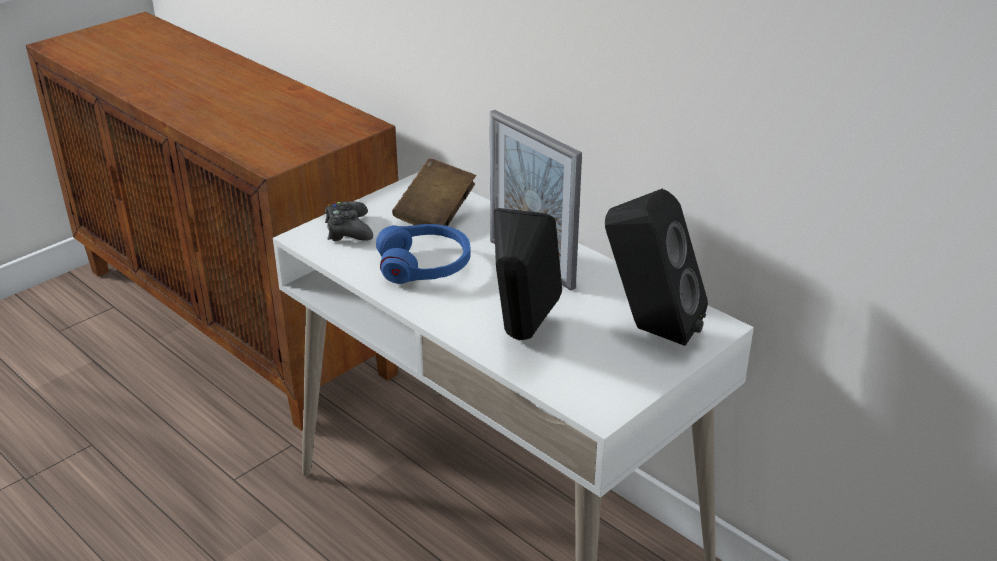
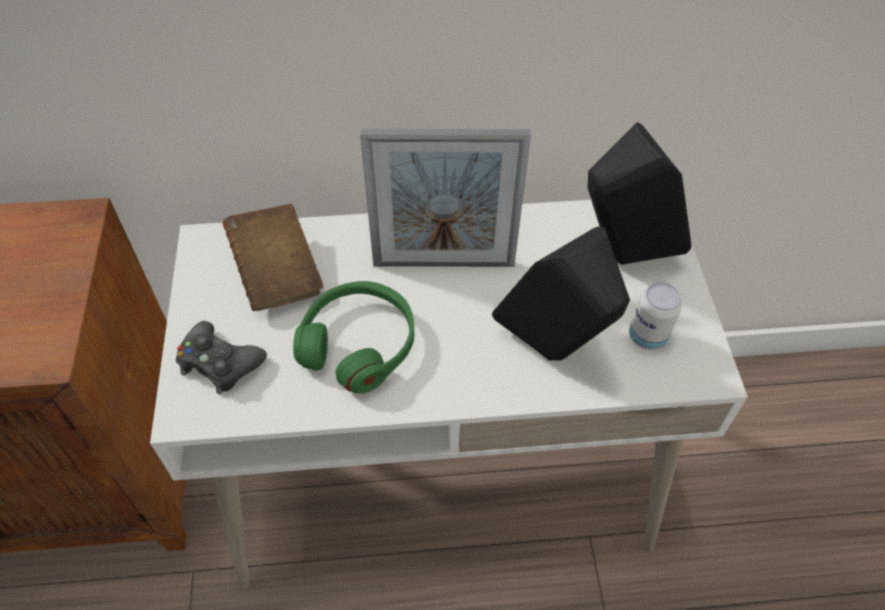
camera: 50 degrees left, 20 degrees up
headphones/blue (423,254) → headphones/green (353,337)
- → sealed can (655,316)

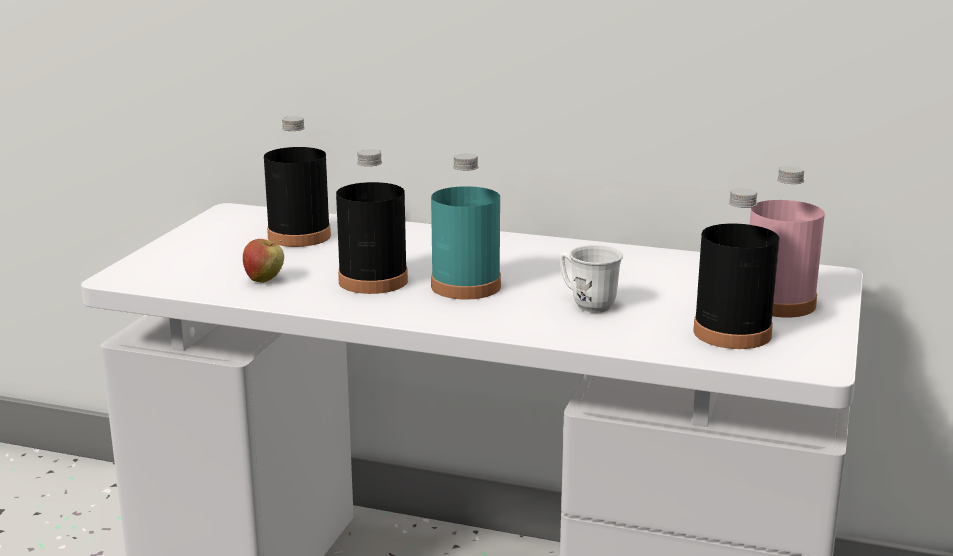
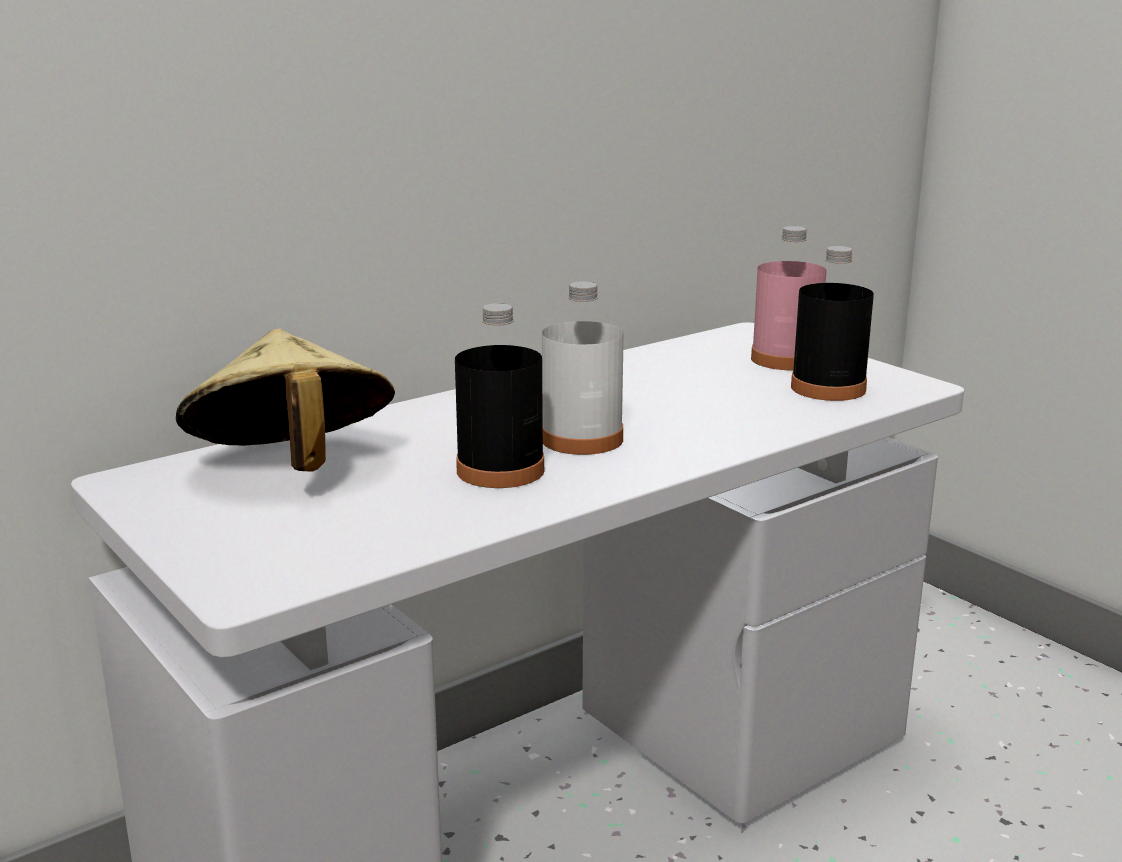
camera: 55 degrees left, 0 degrees up
apple fruit (263,261) → -
bottle/black (297,181) → hat/beige-coloured (285,400)
bottle/turquoise-coloured (466,226) → bottle/white-coloured (583,368)
mug/white-coloured (591,279) → -

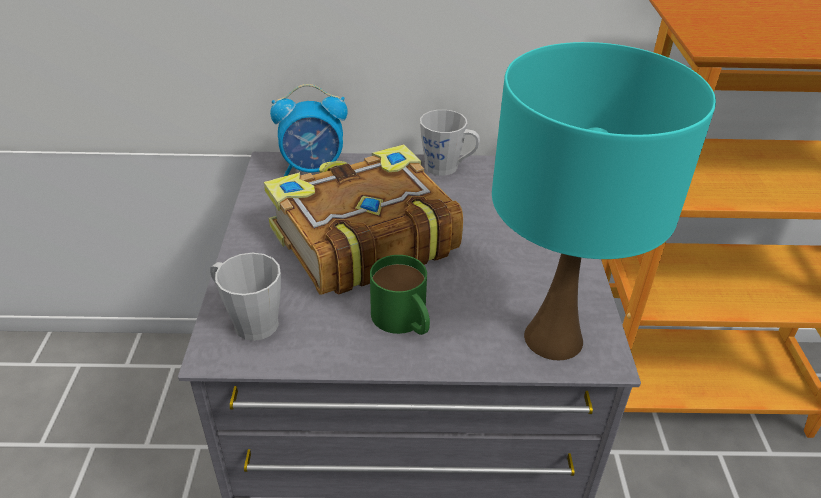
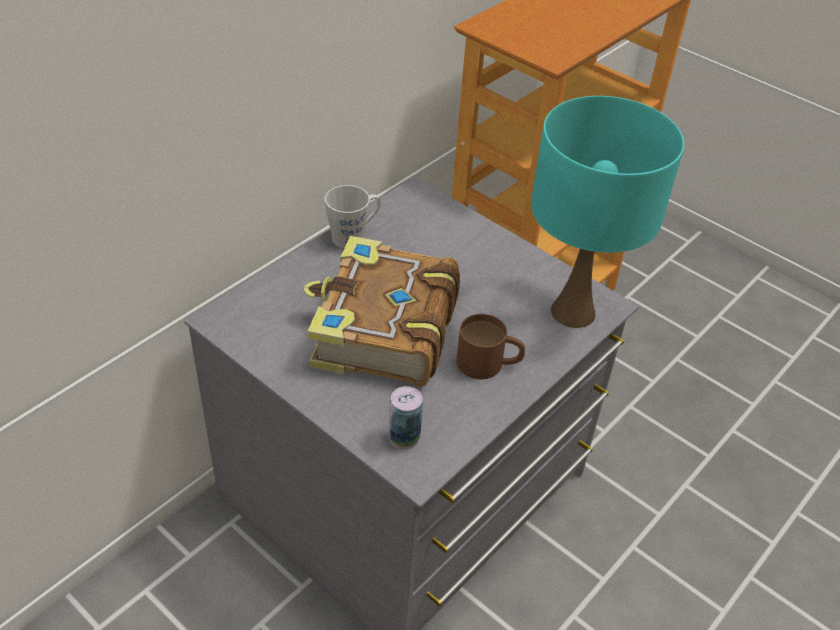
camera: 50 degrees left, 5 degrees up
mug/greyish (245,297) → sealed can (406,418)
table clock (309,130) → -
mug/green (400,295) → mug/brown-coloured (490,346)

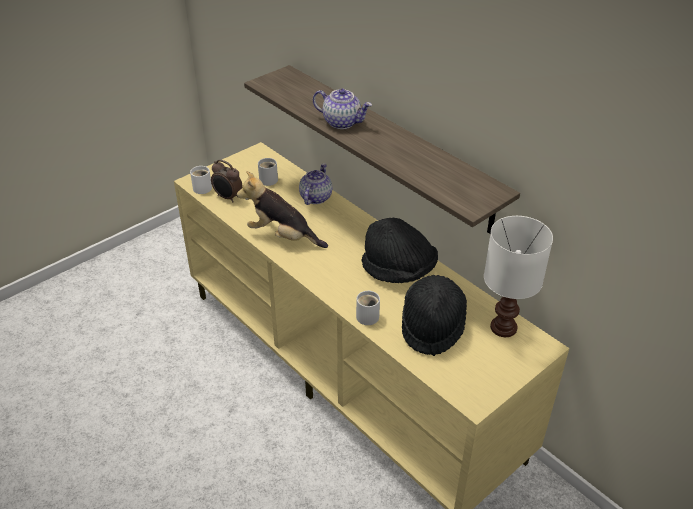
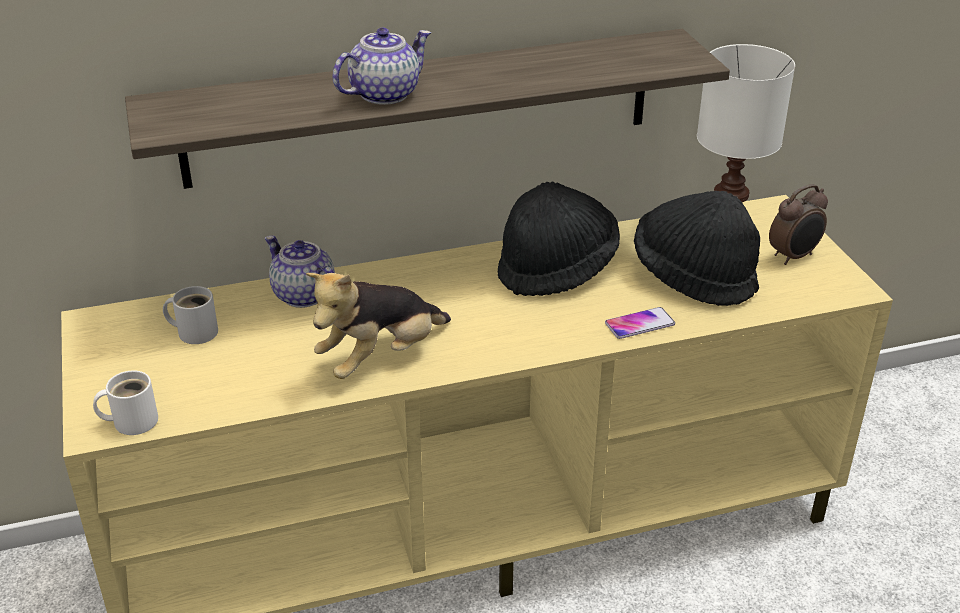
camera: 65 degrees left, 5 degrees down
table clock (227,181) → table clock (798,224), moved
mug/white-coloured (368,307) → handset (640,323)

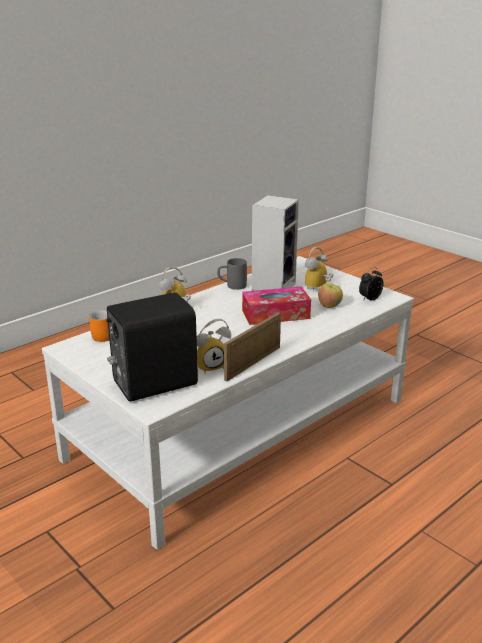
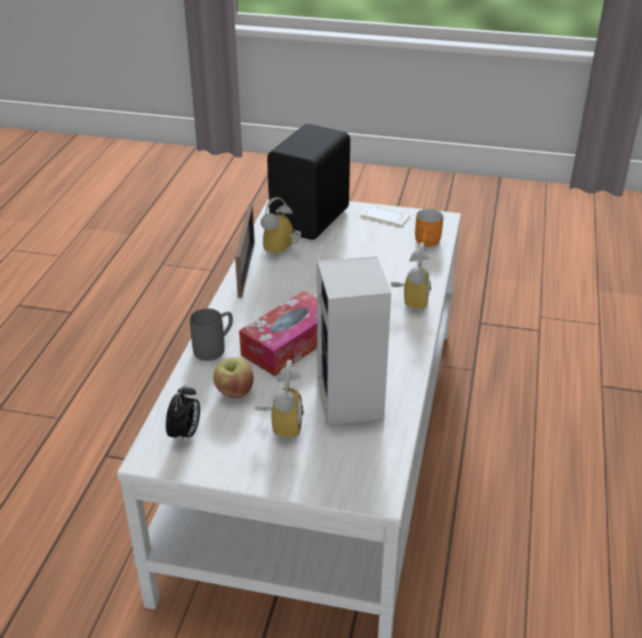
camera: 145 degrees right, 10 degrees up
mug/greyish (232,274) → mug/greyish (211,334), moved
- → handset (385,215)

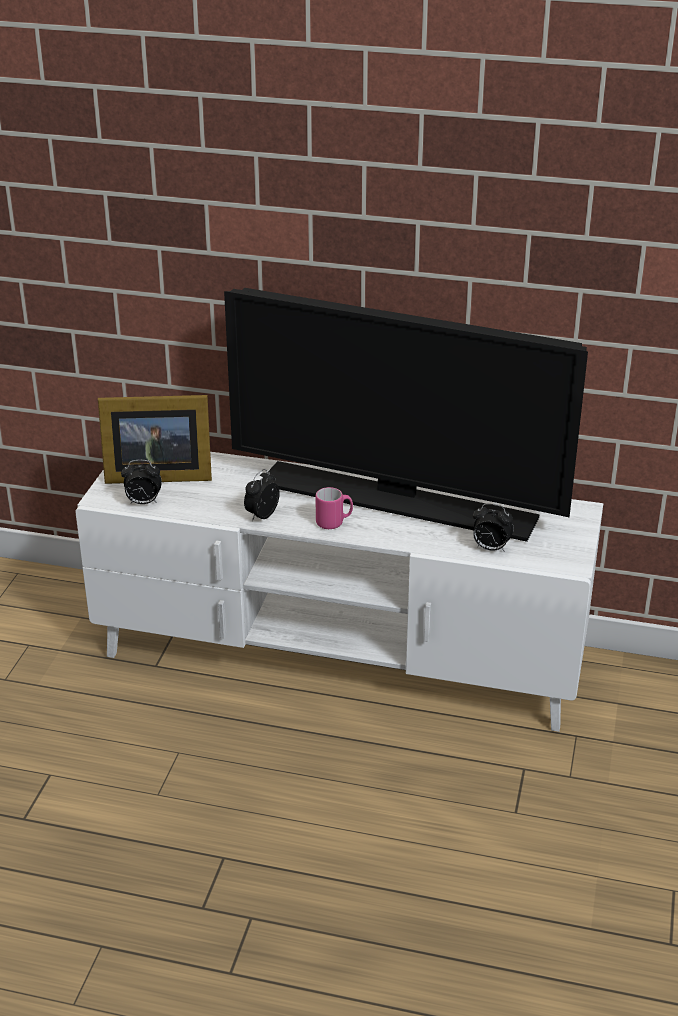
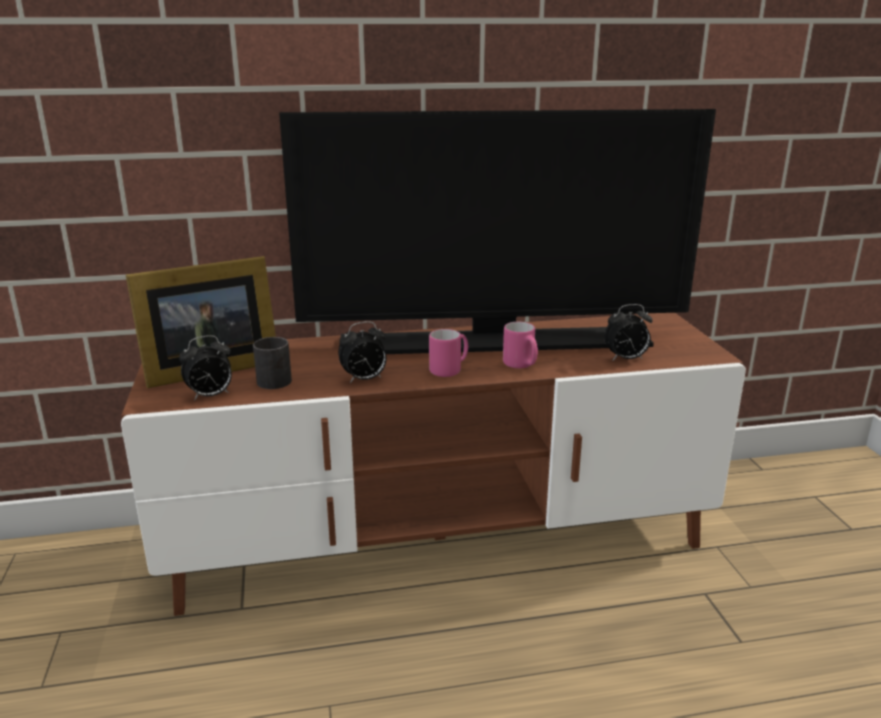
camera: 25 degrees left, 10 degrees down
tv unit/white-coloured (339,592) → tv unit/brown-coloured (433,464)
table clock (262,495) → table clock (362,352), 120 degrees counterclockwise
- → mug/black (272,363)
- → mug/pinkish (520,345)

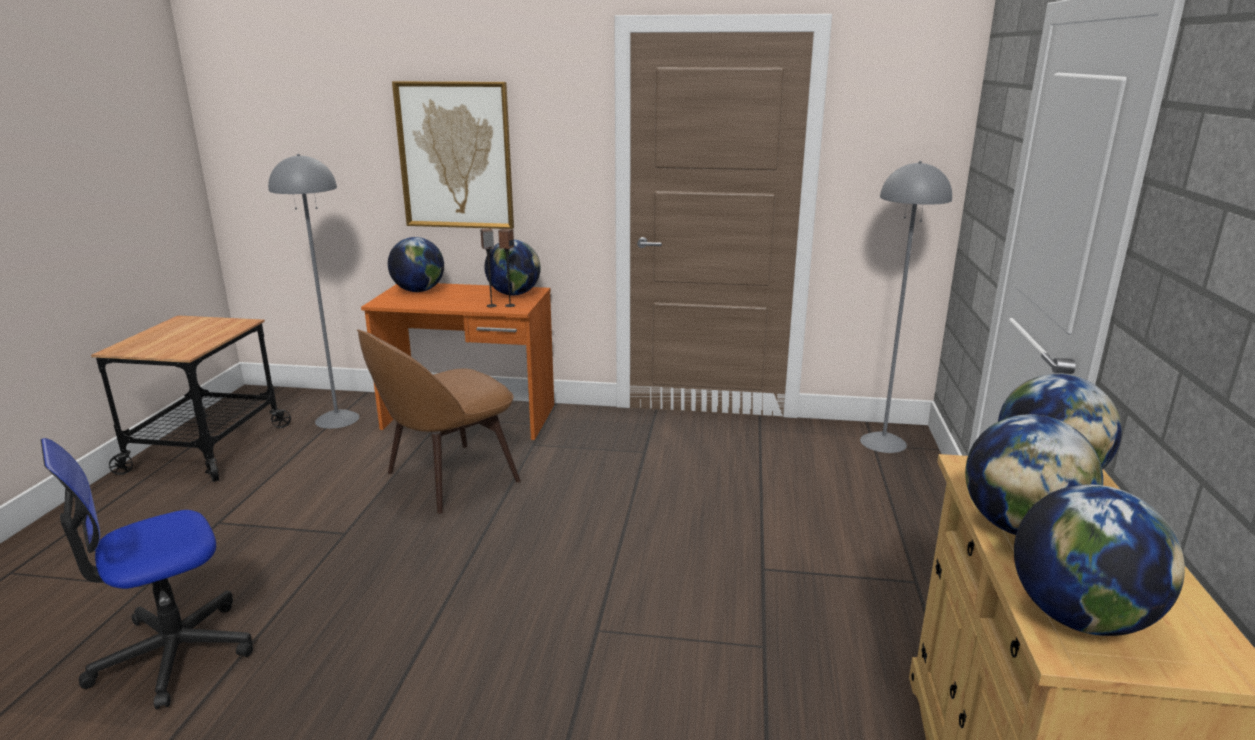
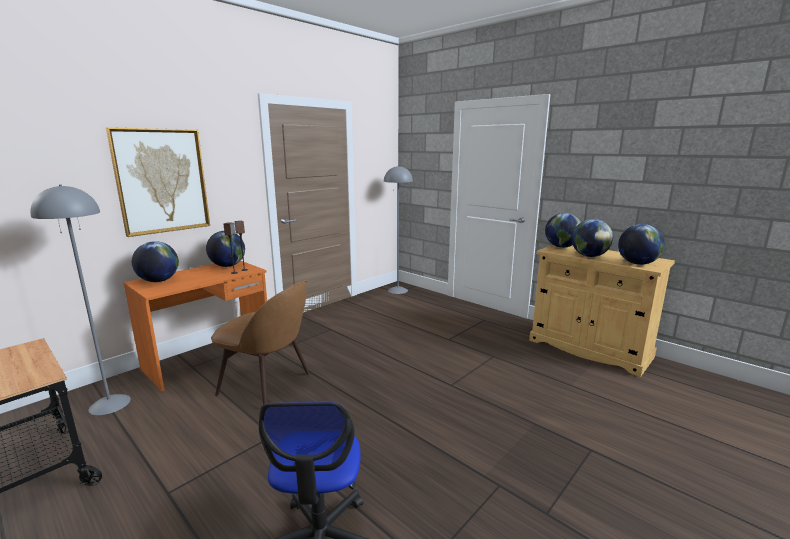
camera: 55 degrees left, 5 degrees down
upright chair/brown-coloured (438,421) → upright chair/brown-coloured (260,342), 60 degrees counterclockwise

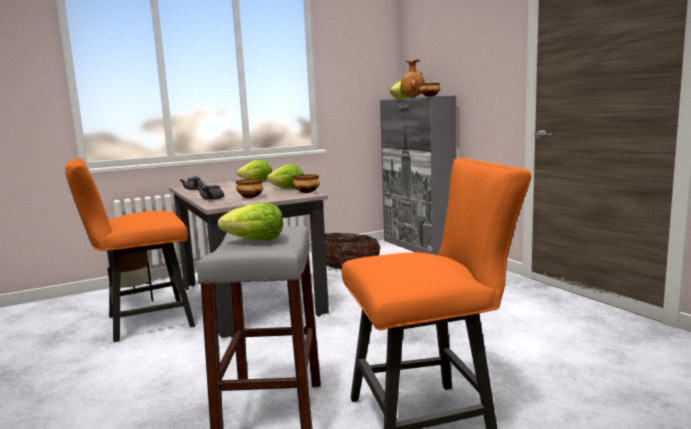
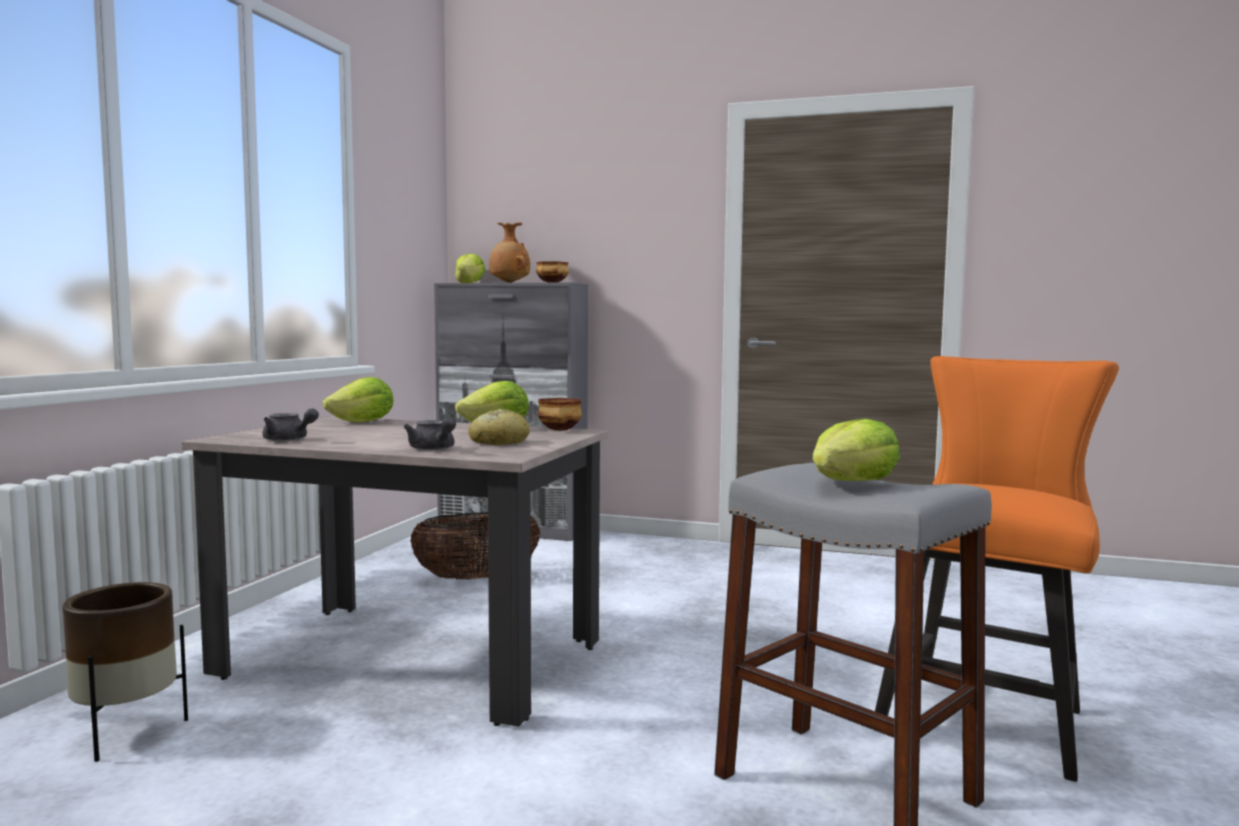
camera: 45 degrees left, 5 degrees down
upright chair/orange-coloured (130,250) → -
bowl (250,189) → baked bread (499,427)

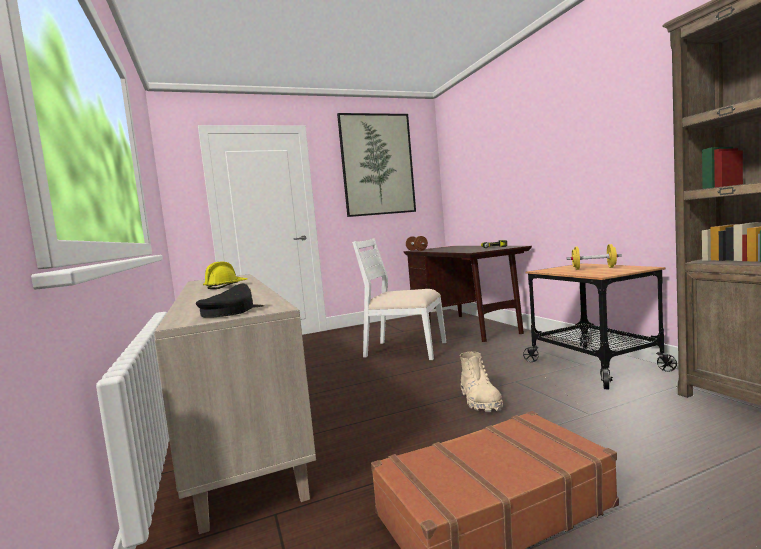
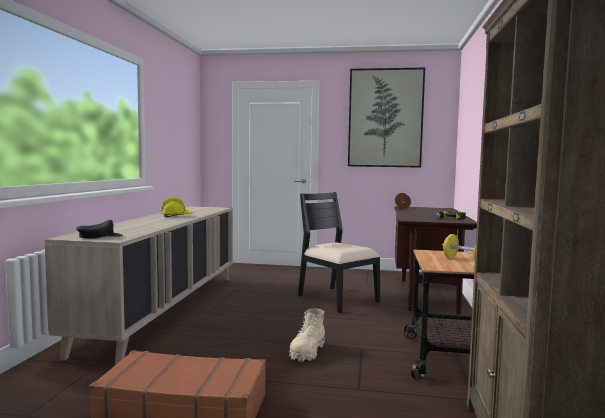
camera: 30 degrees right, 0 degrees up
upright chair/white-coloured (399,299) → upright chair/black (339,252)

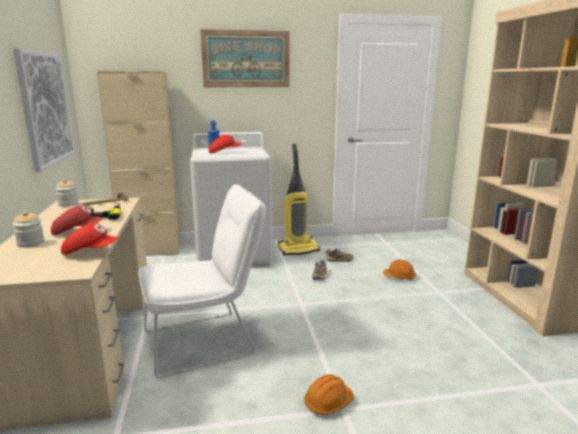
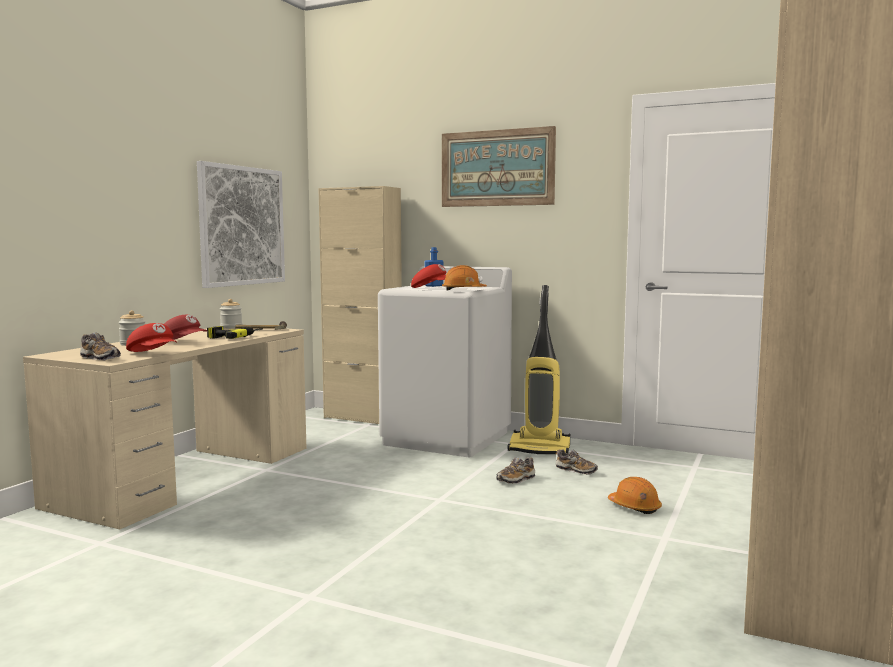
camera: 35 degrees right, 10 degrees down
upright chair/white-coloured (202,281) → -
hard hat/orange-coloured (329,394) → hard hat/orange-coloured (464,278), moved
- → shoe (100,346)

